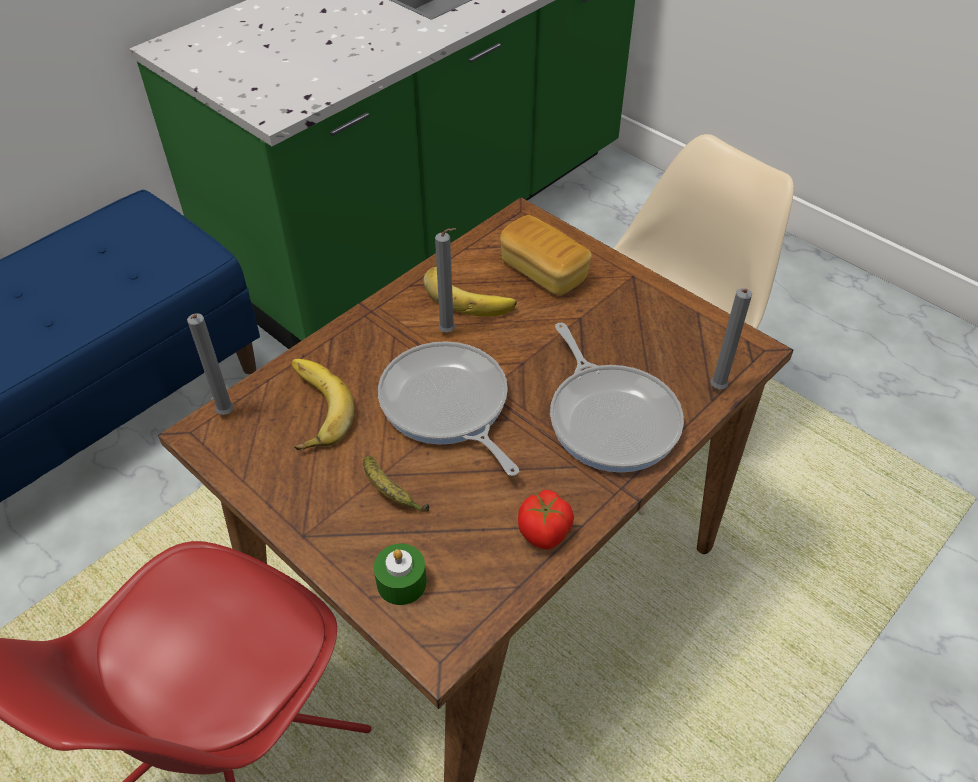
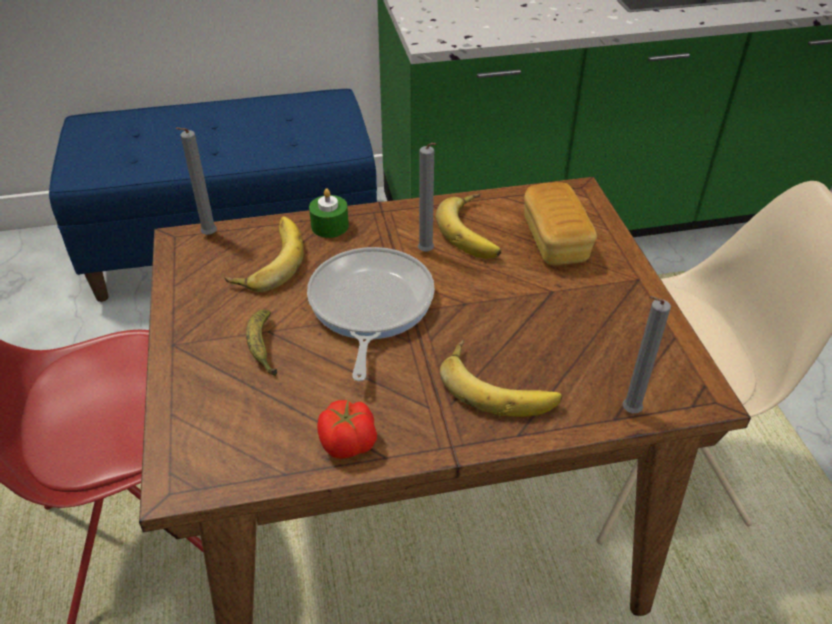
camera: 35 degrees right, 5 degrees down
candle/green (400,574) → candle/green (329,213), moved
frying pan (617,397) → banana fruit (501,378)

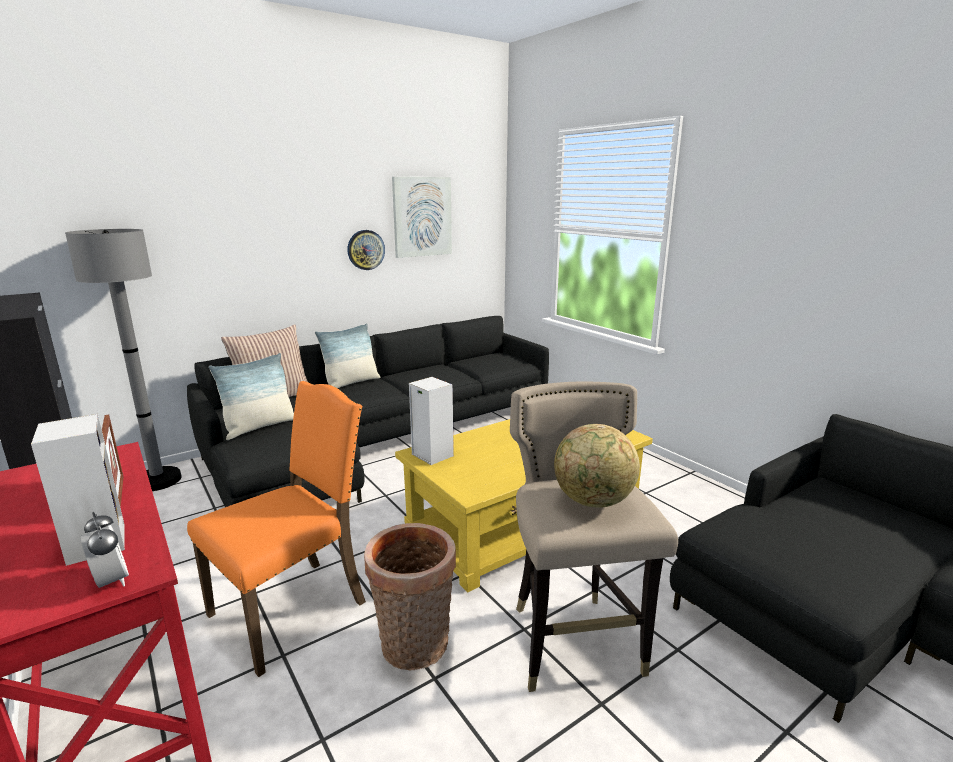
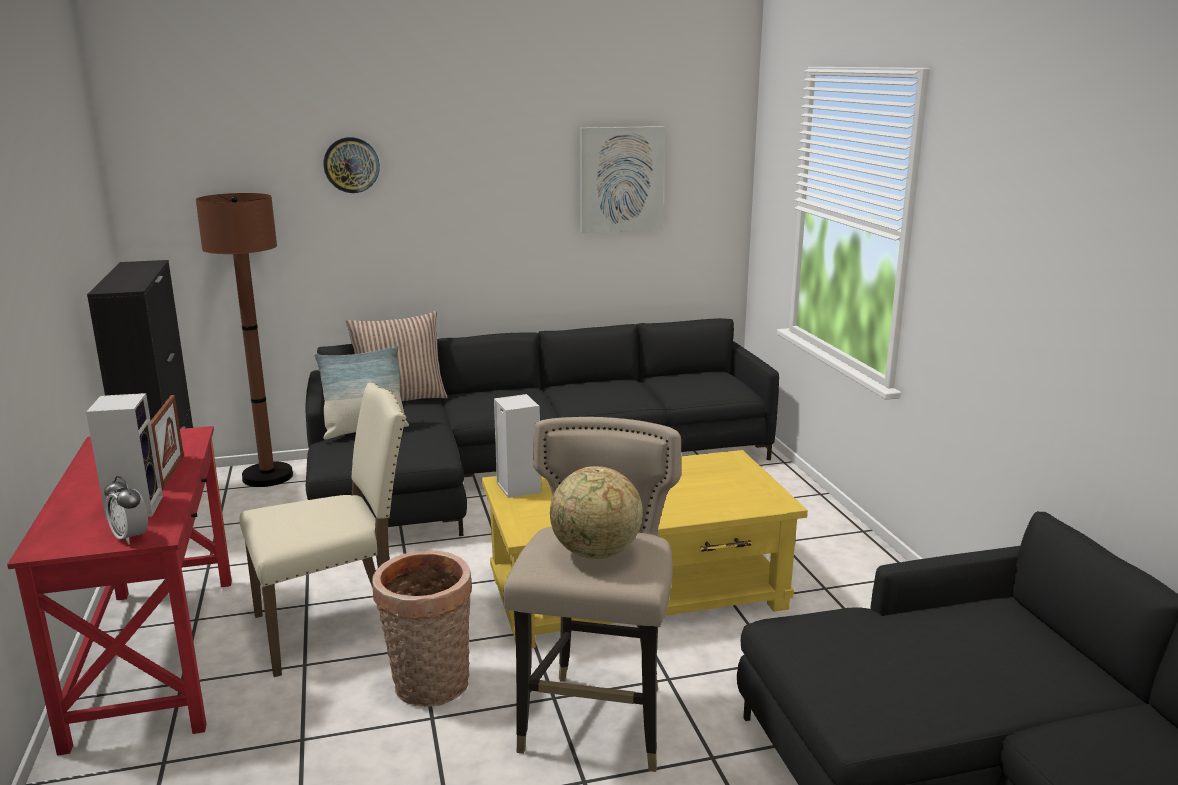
camera: 20 degrees right, 0 degrees up
standard lamp/greyish (123,360) → standard lamp/brown-coloured (244,340)
table clock (104,550) → table clock (126,510), 150 degrees clockwise
upright chair/orange-coloured (276,529) → upright chair/beige-coloured (322,530)
cushion (347,355) → -
hanging clock (366,250) → hanging clock (352,165), moved

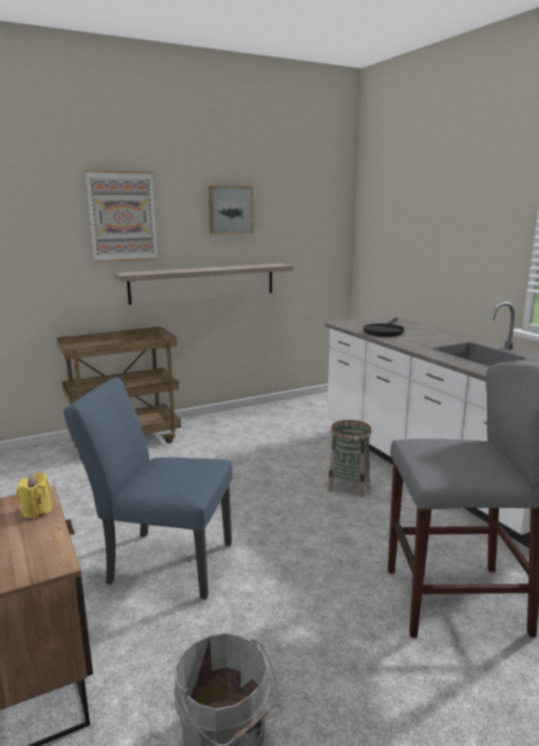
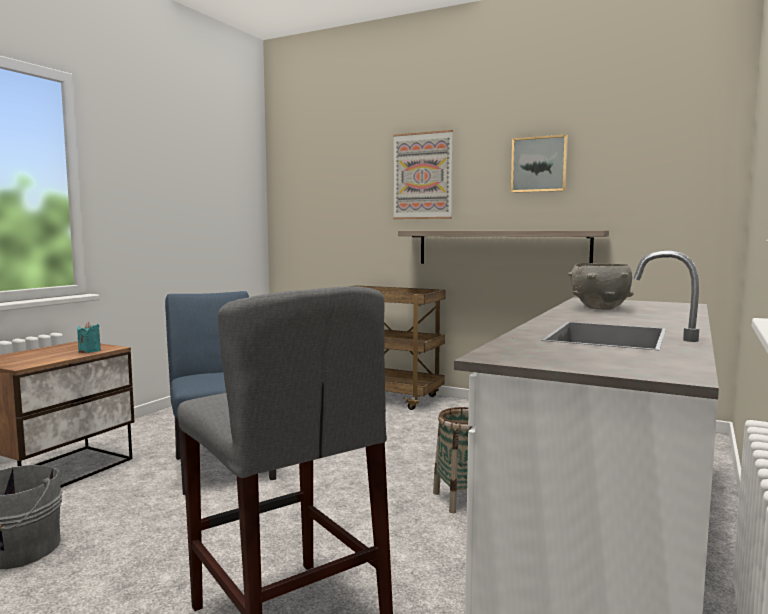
camera: 55 degrees right, 10 degrees down
candle/yellowish (34,495) → candle/turquoise-coloured (89,337)
frying pan/black (383,327) → bowl/greyish (601,286)

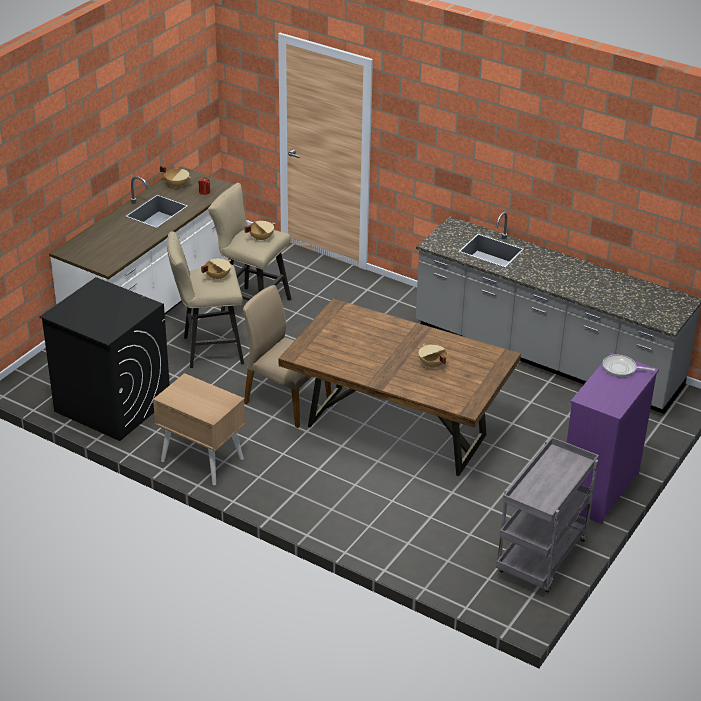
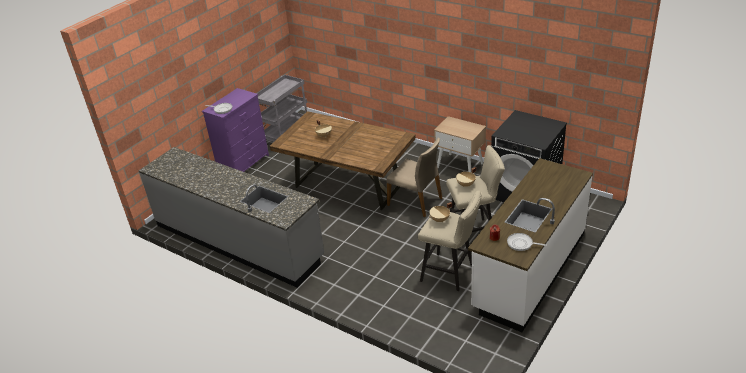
camera: 175 degrees left, 0 degrees up
stockpot/beige-coloured (175,177) → frying pan (527,242)

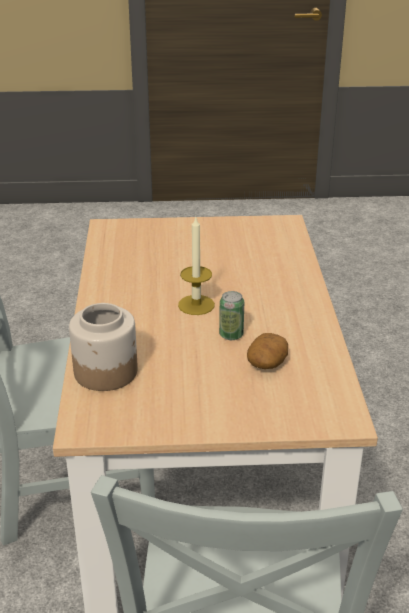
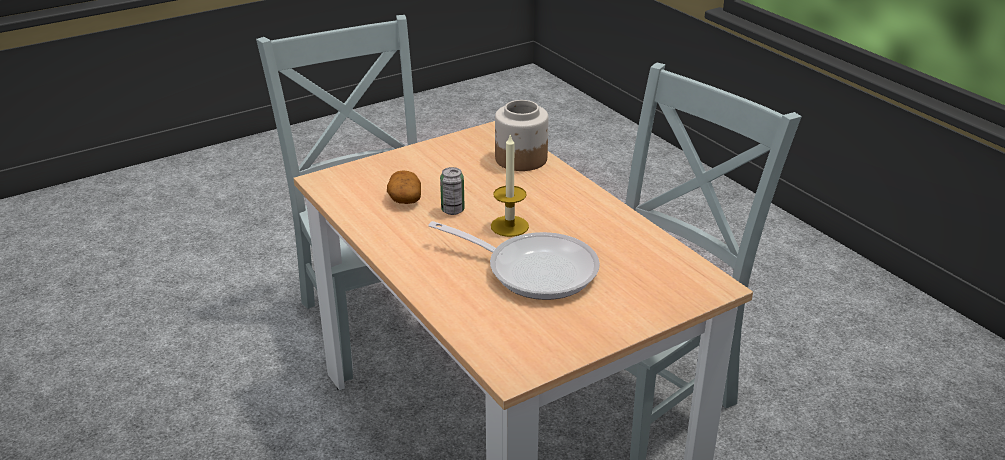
camera: 150 degrees right, 0 degrees up
- → frying pan (514,260)

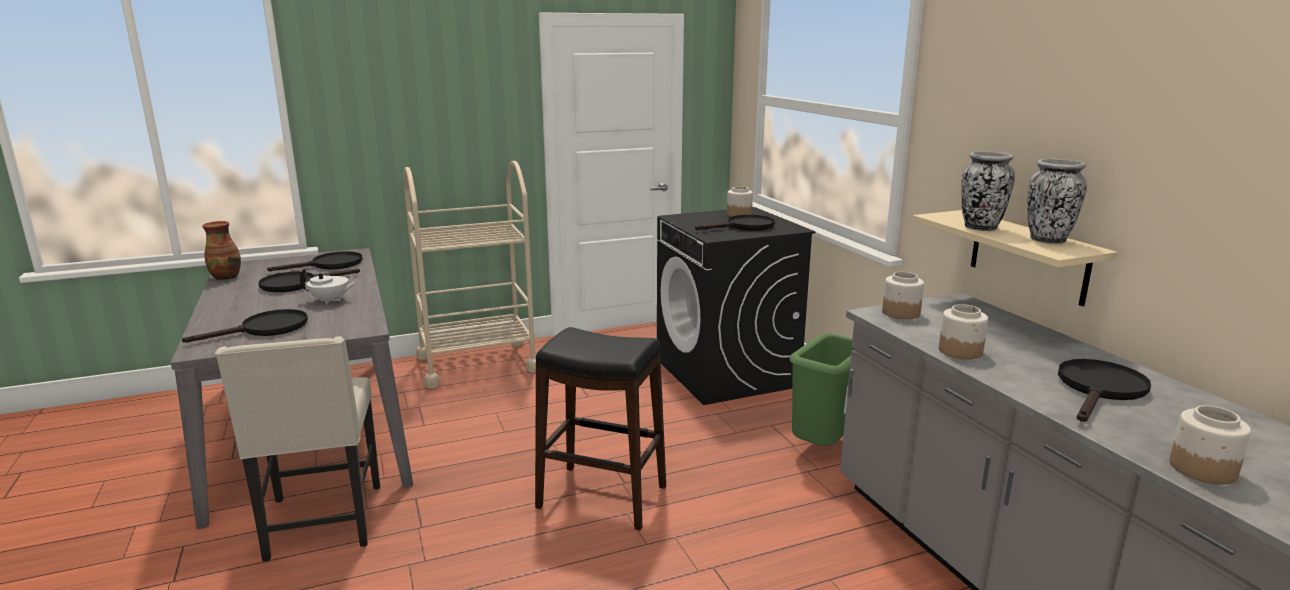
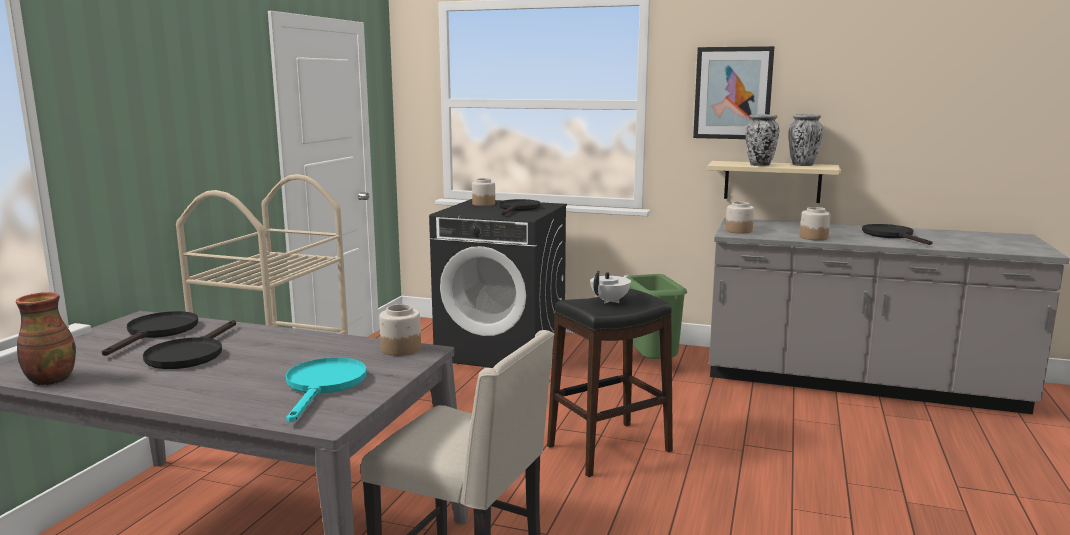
camera: 50 degrees left, 5 degrees down
frying pan/black (245,326) → frying pan/turquoise-coloured (326,389)
teapot/white-coloured (329,286) → teapot/white-coloured (610,287), moved
preserve jar (1210,445) → preserve jar (400,330), moved
- → wall picture (734,92)

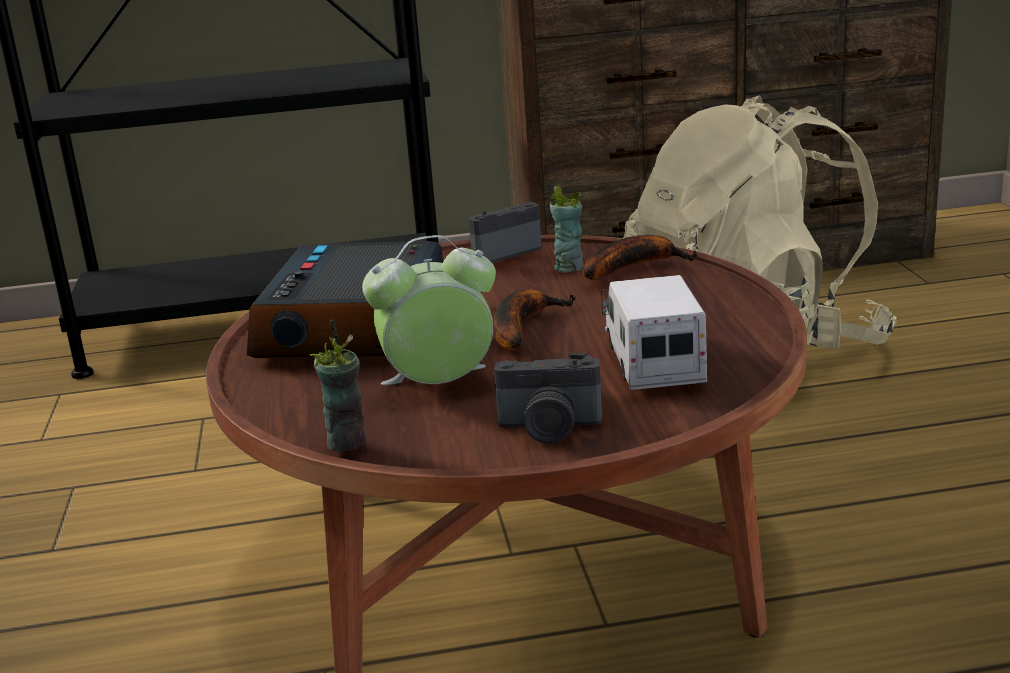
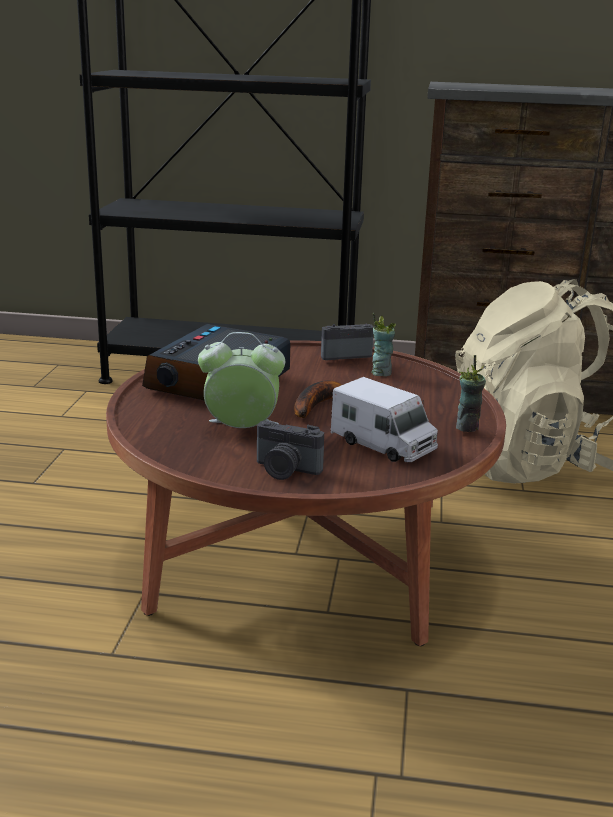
camera: 15 degrees right, 0 degrees up
drinking cup (337,386) → drinking cup (471,393), moved
banana fruit (640,257) → -
model truck (654,332) → model truck (384,419), 120 degrees clockwise

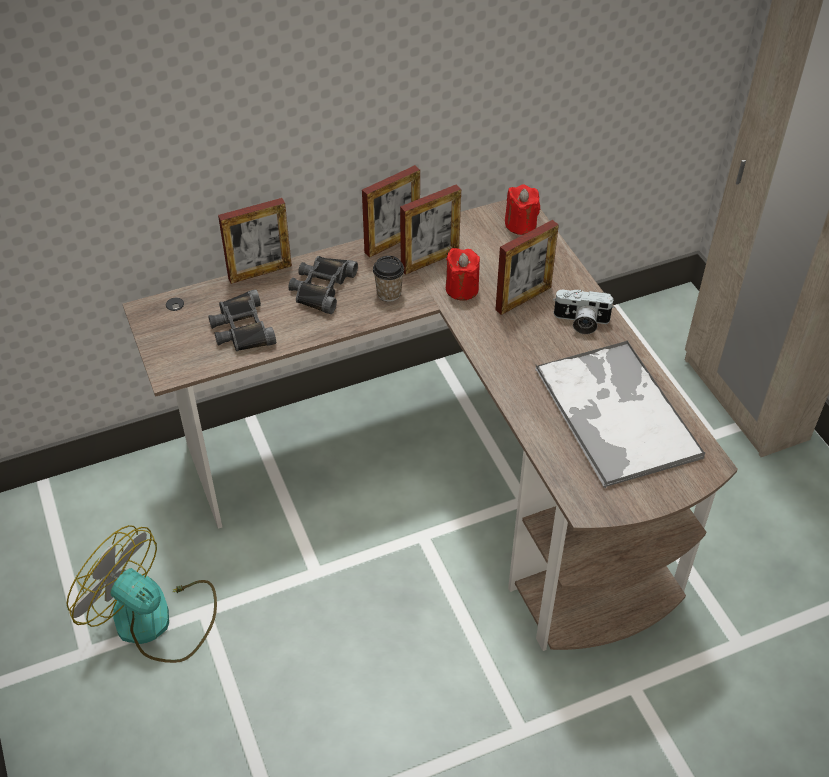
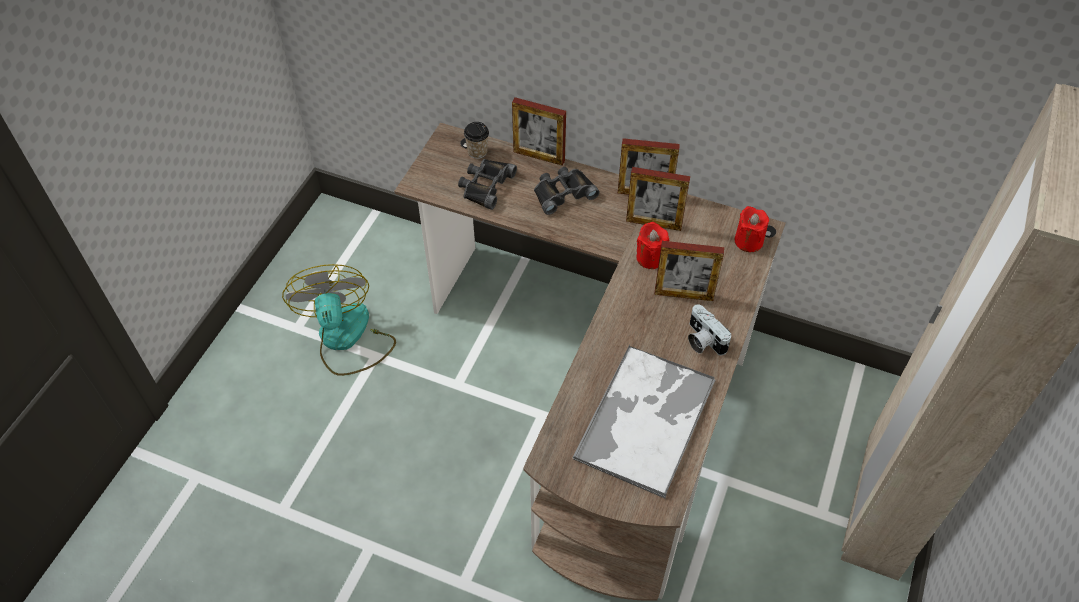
camera: 45 degrees right, 5 degrees up
drinking cup (388,279) → drinking cup (476,140), moved

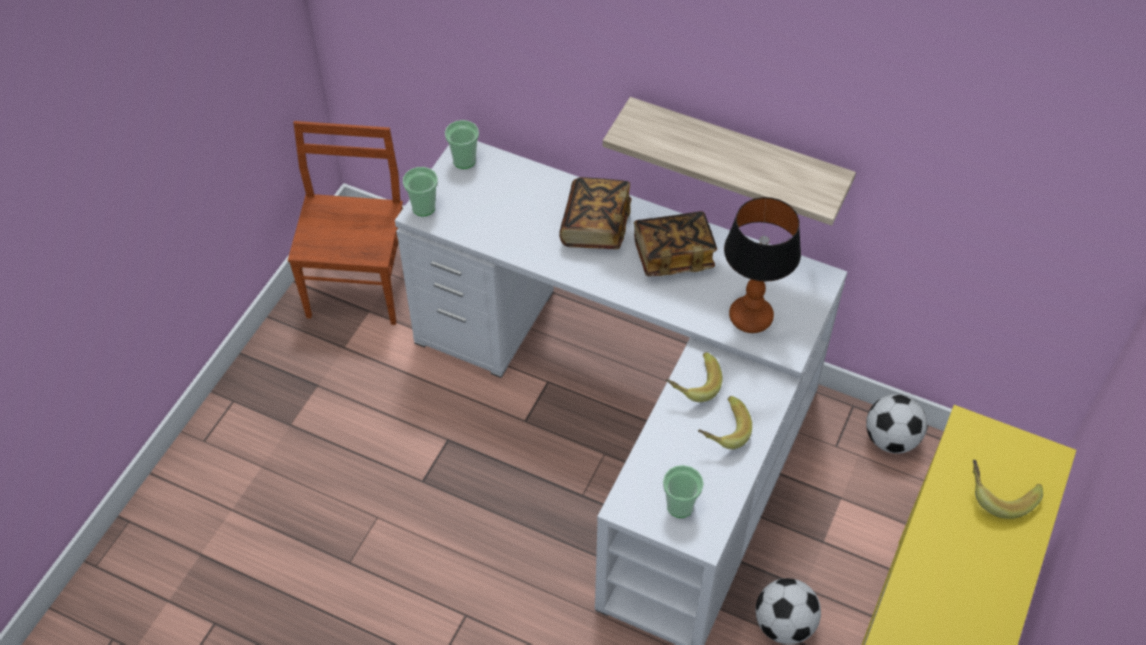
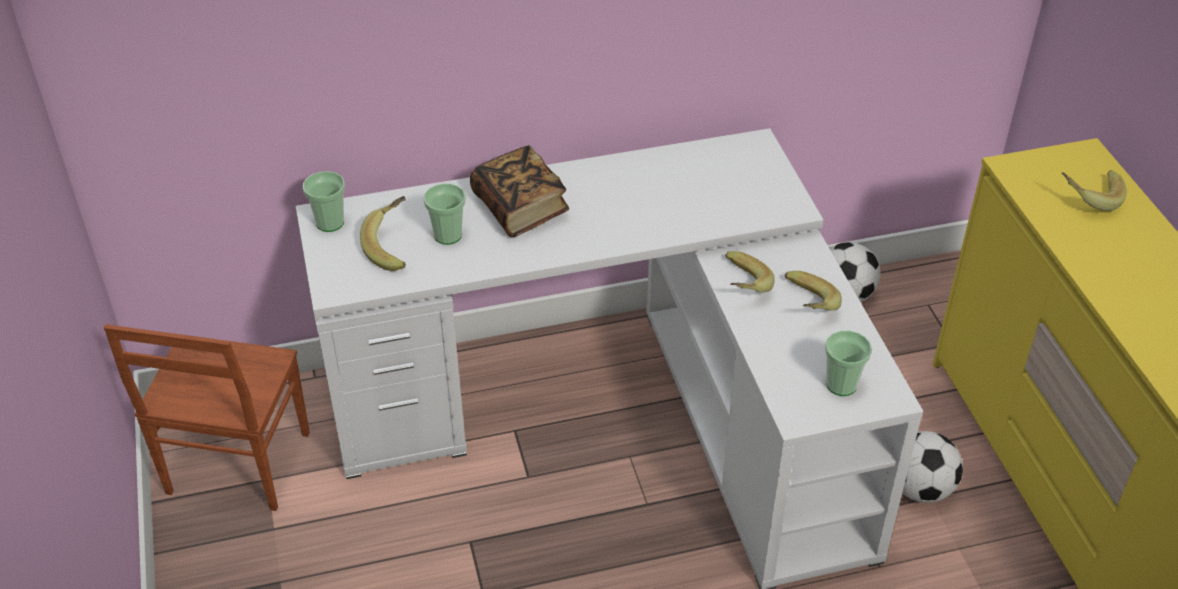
camera: 40 degrees left, 10 degrees down
upright chair/brown-coloured (345,223) → upright chair/brown-coloured (207,417), 135 degrees counterclockwise
drinking cup (420,191) → drinking cup (444,214), moved
bracket shelf (729,161) → -
volume (675,243) → -
lamp for a table (762,265) → -
- → banana fruit (383,233)

